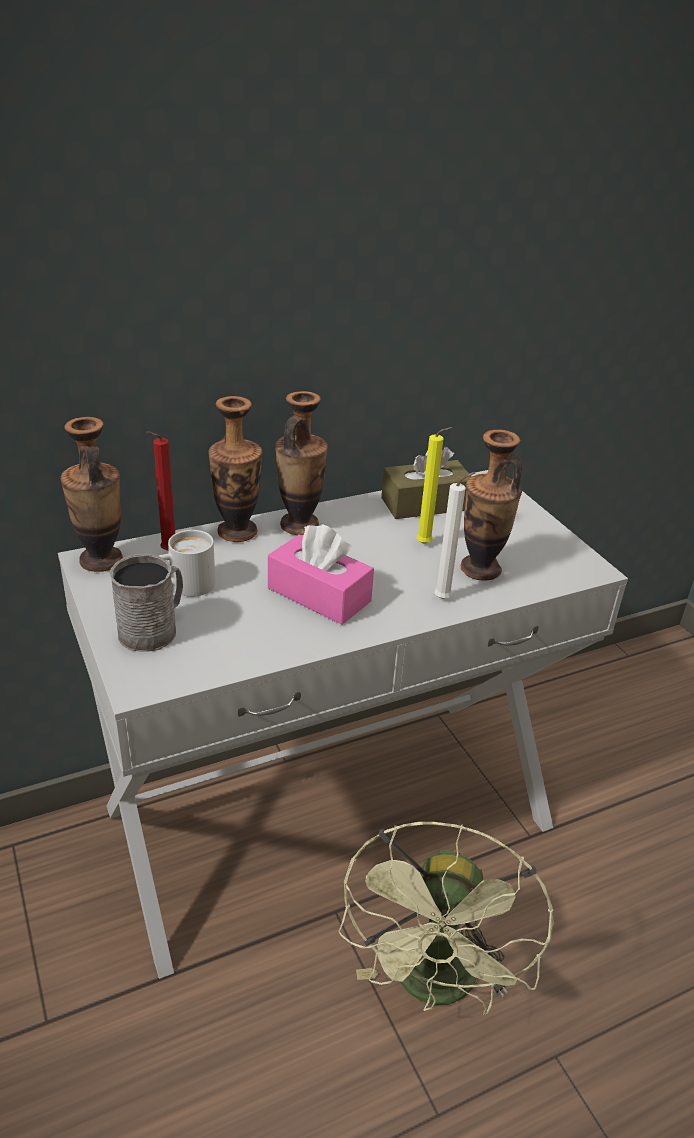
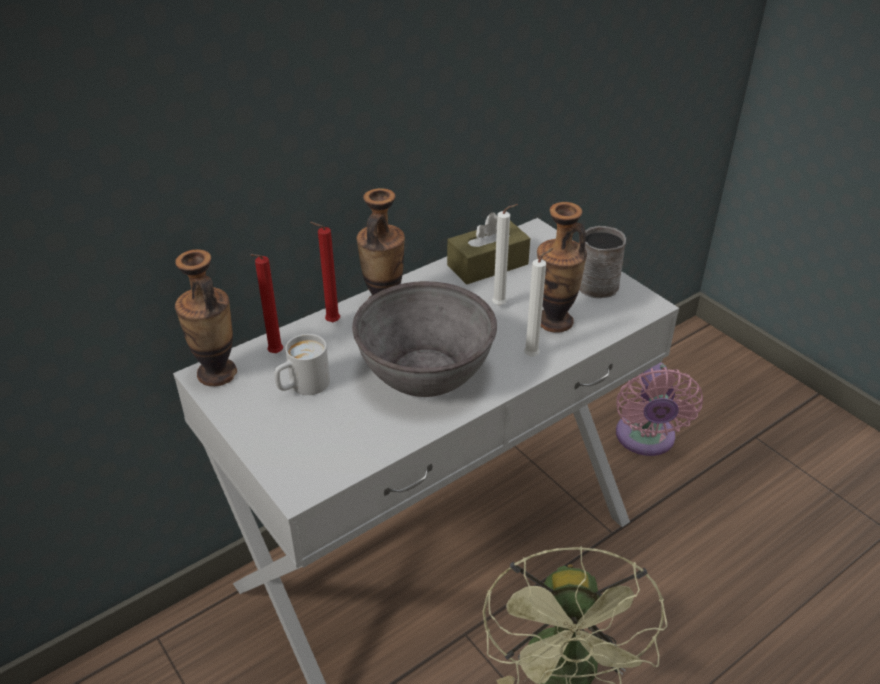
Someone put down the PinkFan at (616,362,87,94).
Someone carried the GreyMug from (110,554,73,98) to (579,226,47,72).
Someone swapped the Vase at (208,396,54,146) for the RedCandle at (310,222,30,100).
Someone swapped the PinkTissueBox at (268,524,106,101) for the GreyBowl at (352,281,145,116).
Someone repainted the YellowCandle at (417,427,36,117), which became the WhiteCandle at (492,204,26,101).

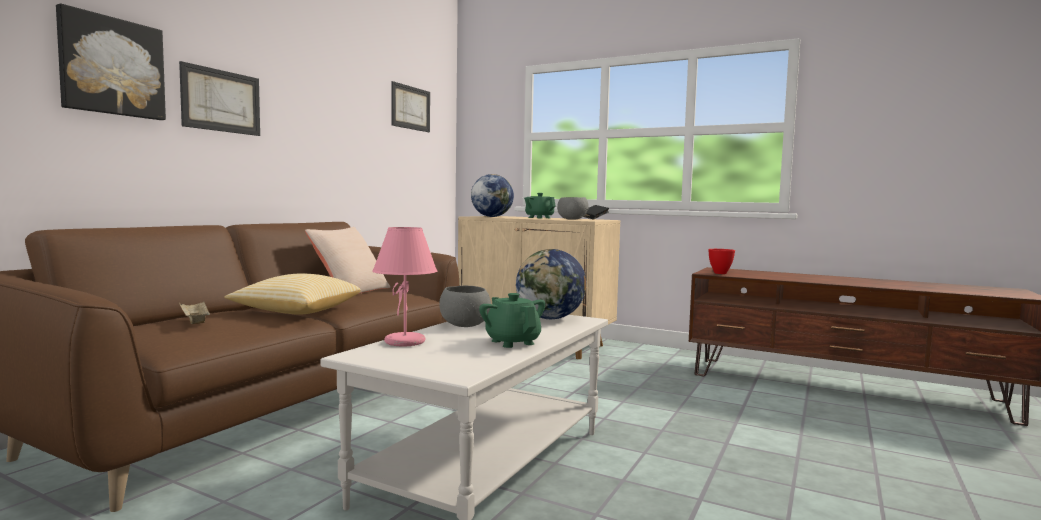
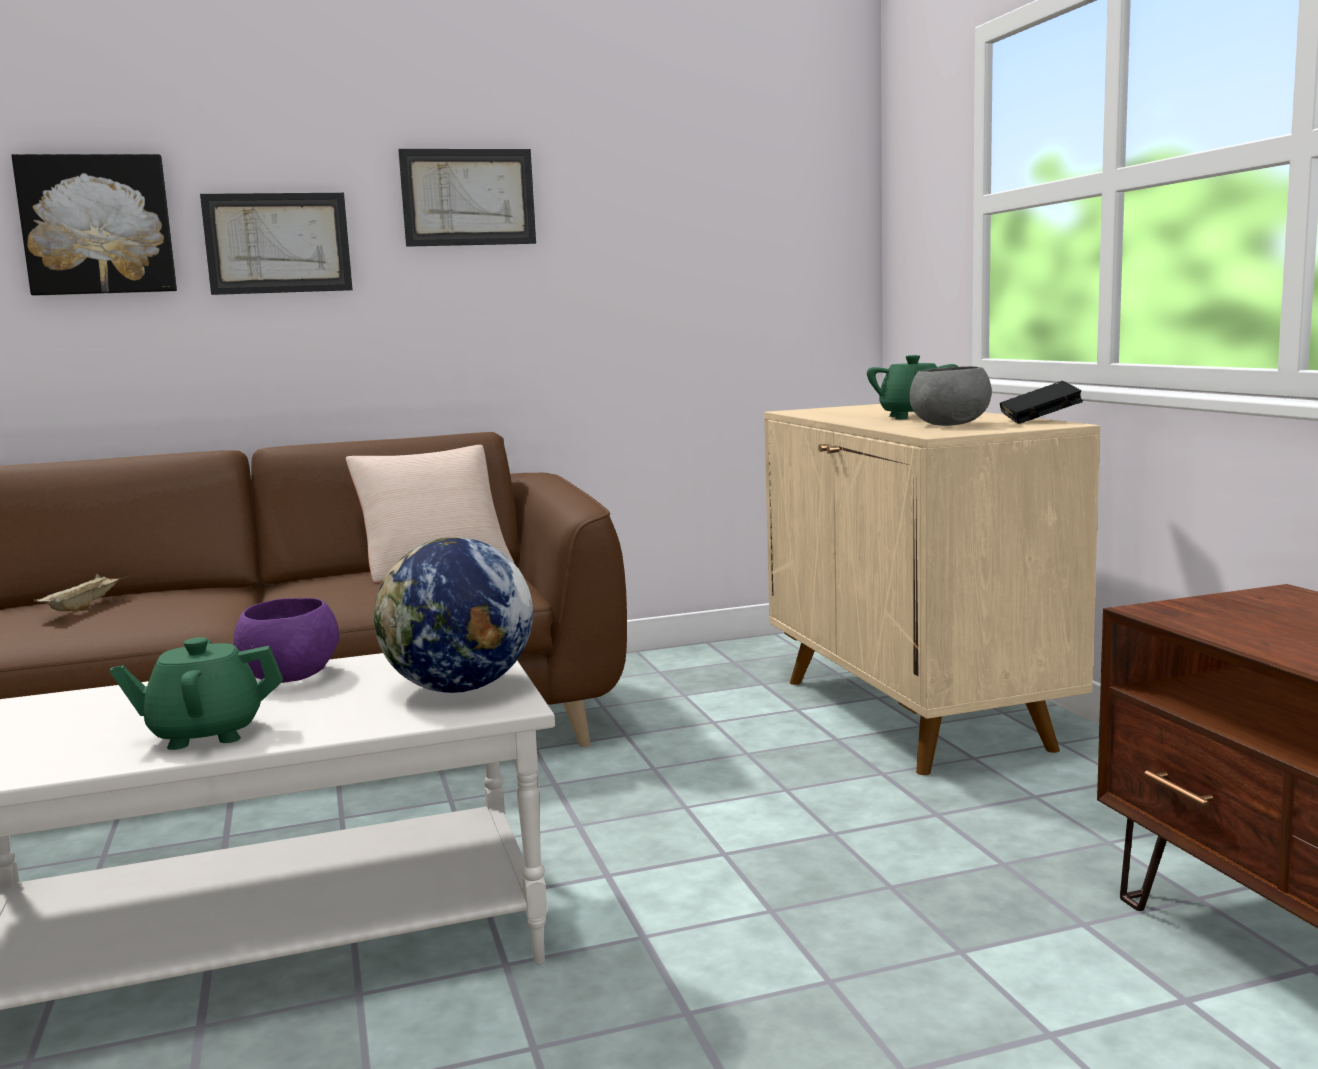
Someone took away the Pillow at (224,274,137,41).
Someone took away the PinkTableLamp at (372,227,65,119).
Someone took away the Globe at (471,174,43,43).
Someone took away the RedBowl at (708,249,27,25).
Someone carried the Picture from (391,81,39,51) to (398,149,138,98).
Someone repainted the GreyBowl at (439,286,52,41), which became the PurpleBowl at (233,598,106,85).
Someone rotated the GreenTeapot at (479,293,67,55) by 120 degrees counterclockwise.

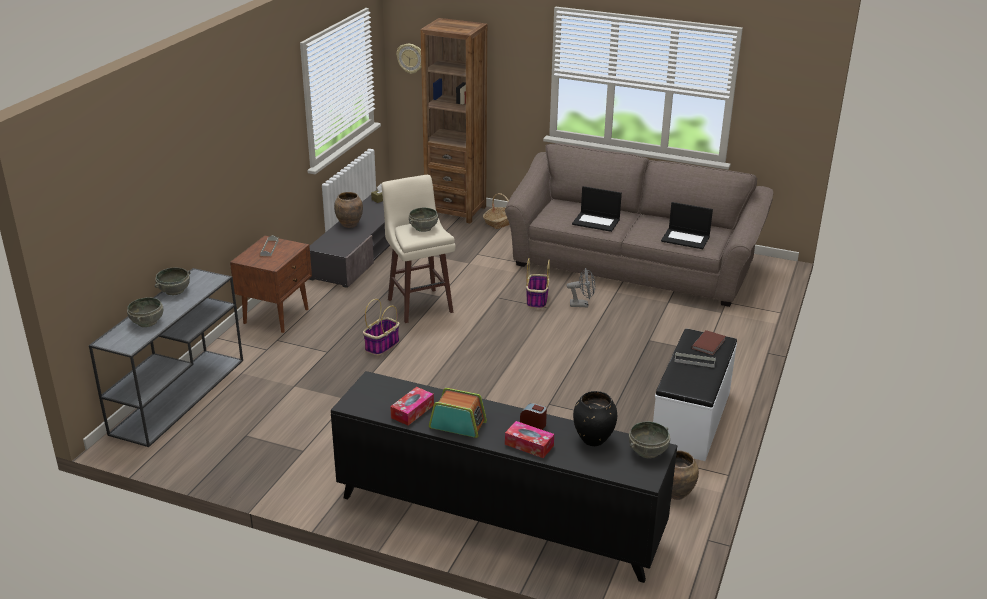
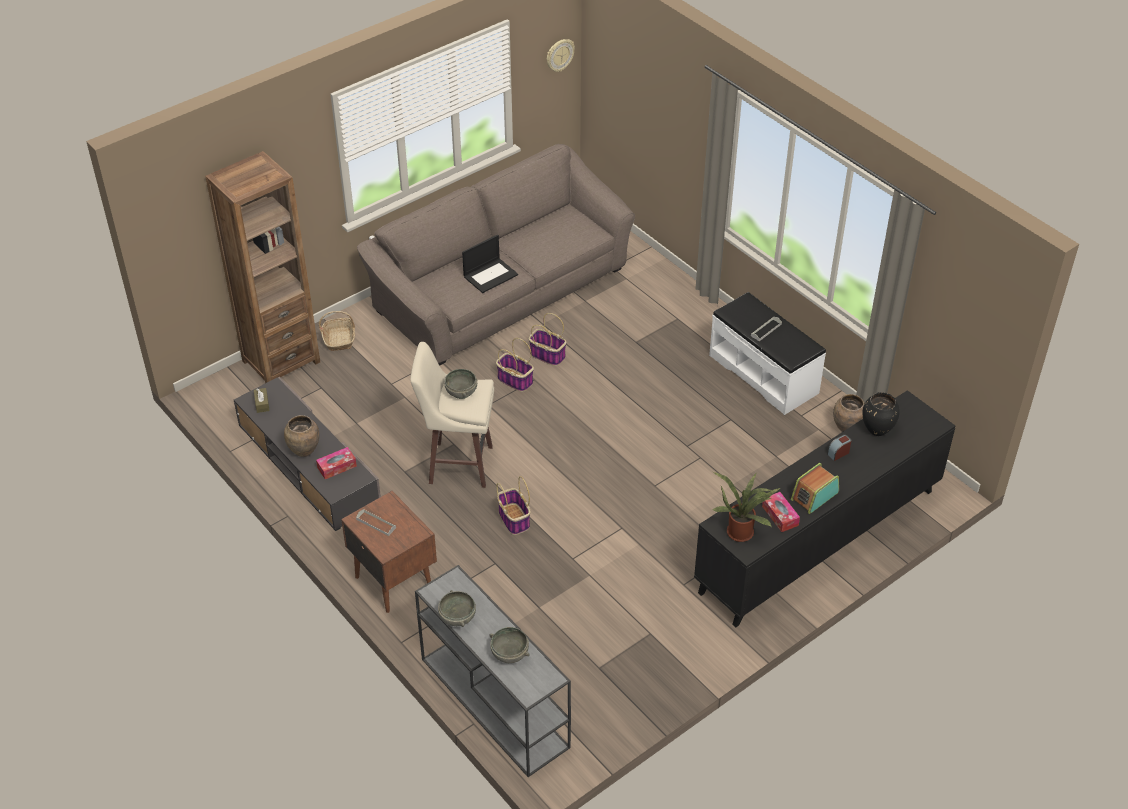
Someone took away the GreyBowl at (629,422,41,36).
Someone took away the Laptop at (661,202,52,47).
Someone took away the BrownBook at (692,330,34,25).
Someone put down the PottedPlant at (713,472,67,70).
Someone carried the WallClock from (396,44,25,30) to (547,39,28,33).
Someone carried the TissueBox from (505,421,49,37) to (316,447,41,32).
Someone swapped the GreyFan at (567,268,28,39) for the Basket at (529,313,38,53).

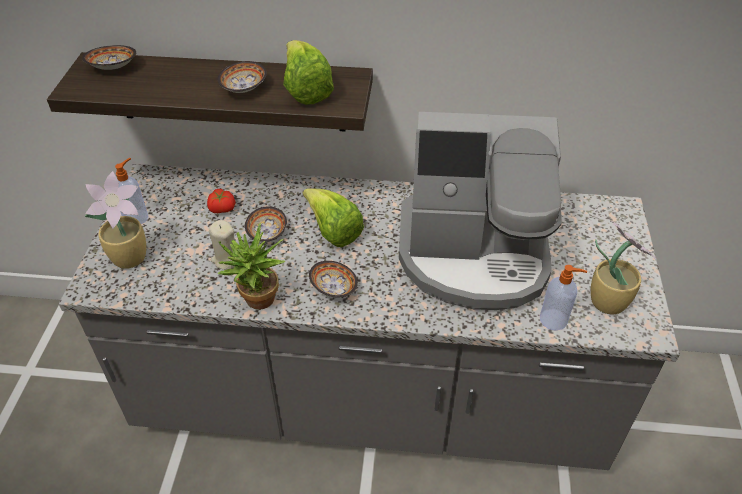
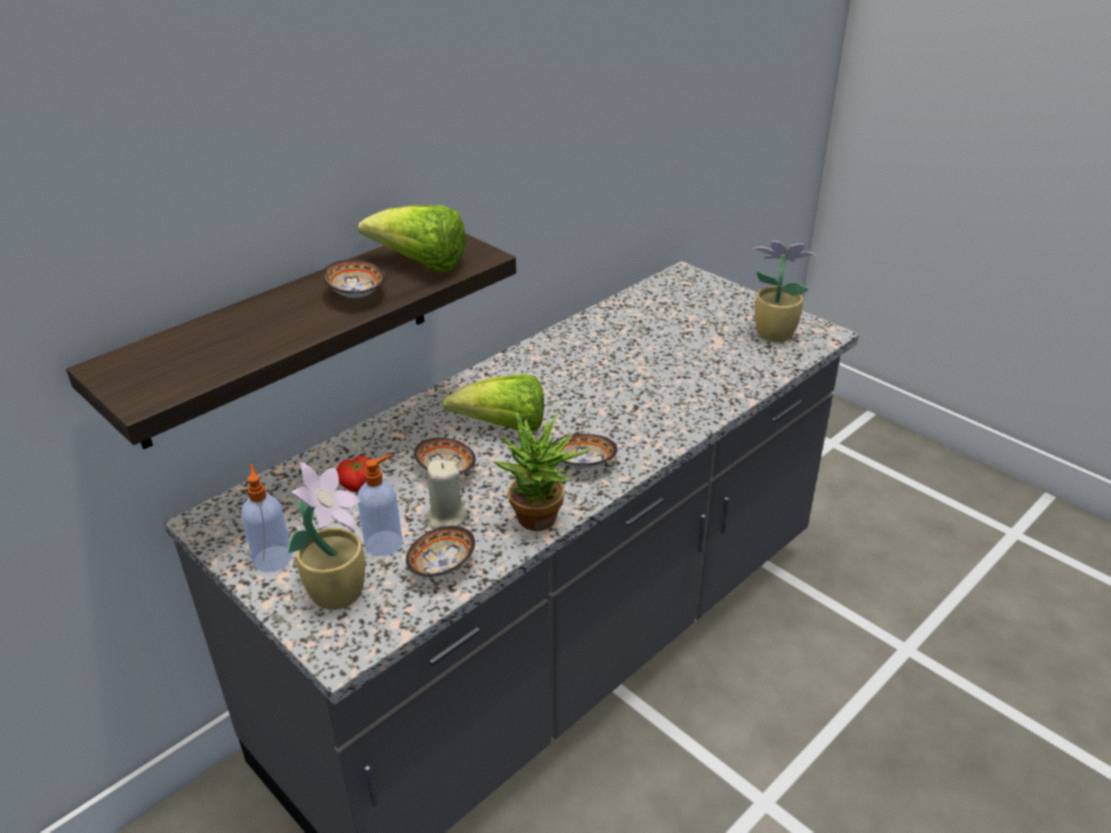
Someone took away the CoffeeMachine at (399,112,163,198).
Someone carried the Bowl from (82,45,55,25) to (406,526,69,51).
Someone carried the SoapDispenser from (540,265,47,66) to (358,454,45,102).

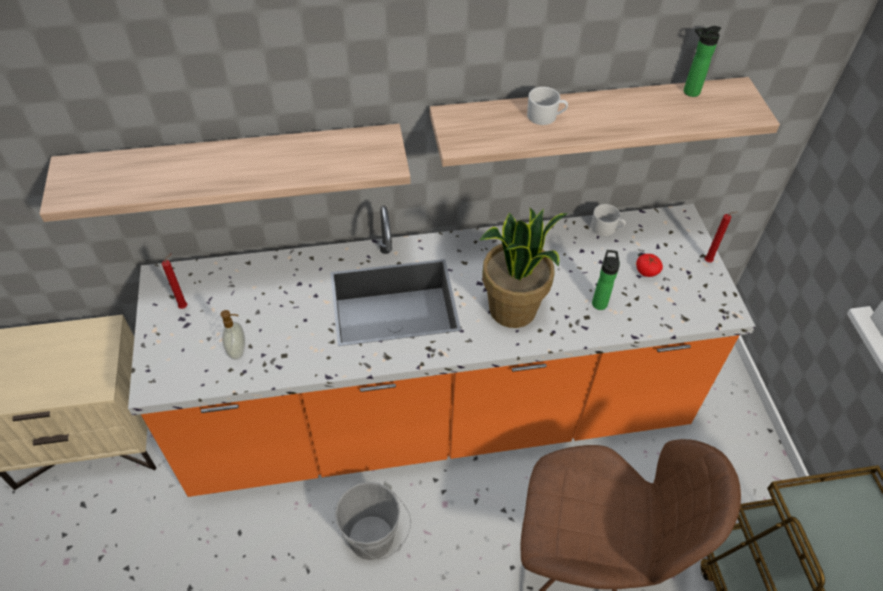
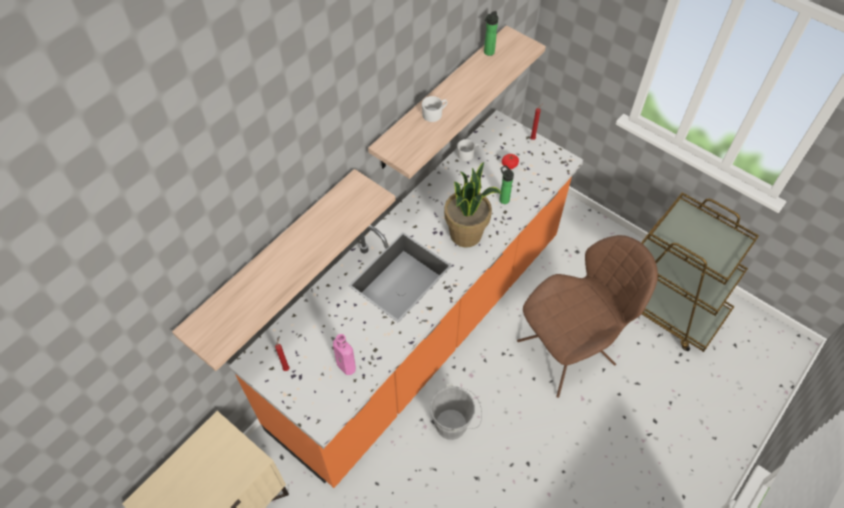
Someone swapped the SoapDispenser at (220,310,25,50) for the PinkBottle at (333,334,23,41).

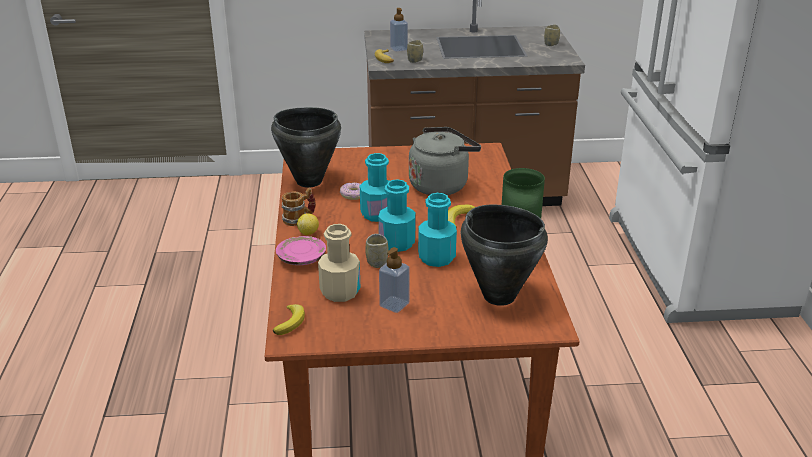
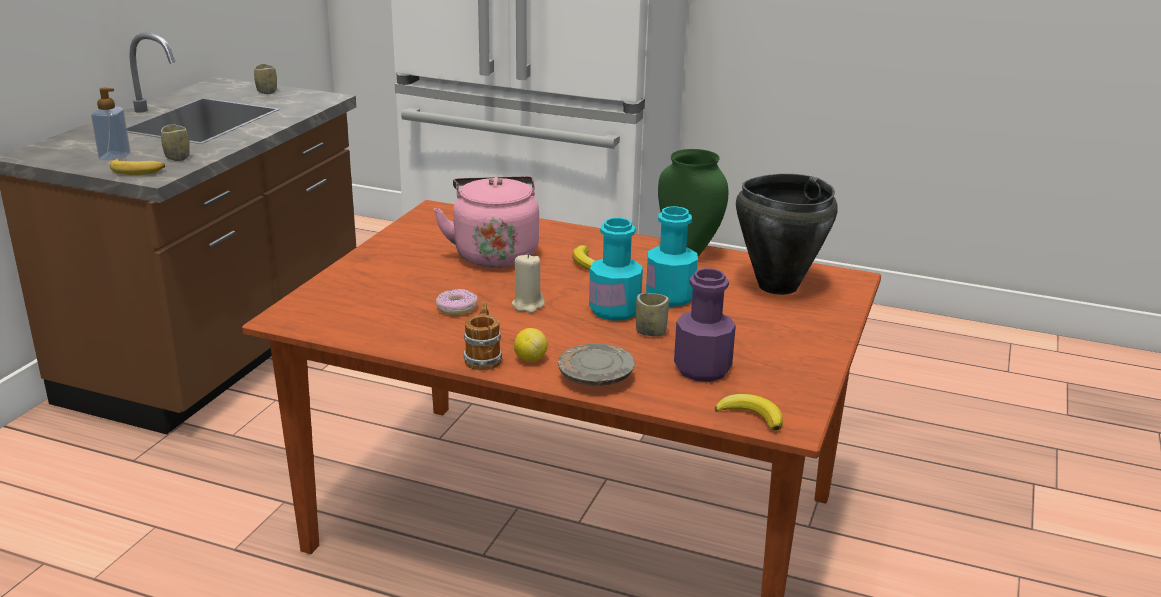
Someone took away the BlackCookingPot at (271,107,70,80).
Someone took away the SoapDispenser at (379,247,30,66).
Someone swapped the TurquoiseBottle at (360,153,29,69) for the BeigeCandle at (512,253,33,60).
Someone repainted the PinkPlate at (276,236,50,29), which became the GreyPlate at (558,344,77,43).
Someone repainted the BeigeBottle at (318,224,42,78), which became the PurpleBottle at (674,268,62,114).
Someone repainted the GreyKettle at (409,127,72,68), which became the PinkKettle at (434,176,105,91).

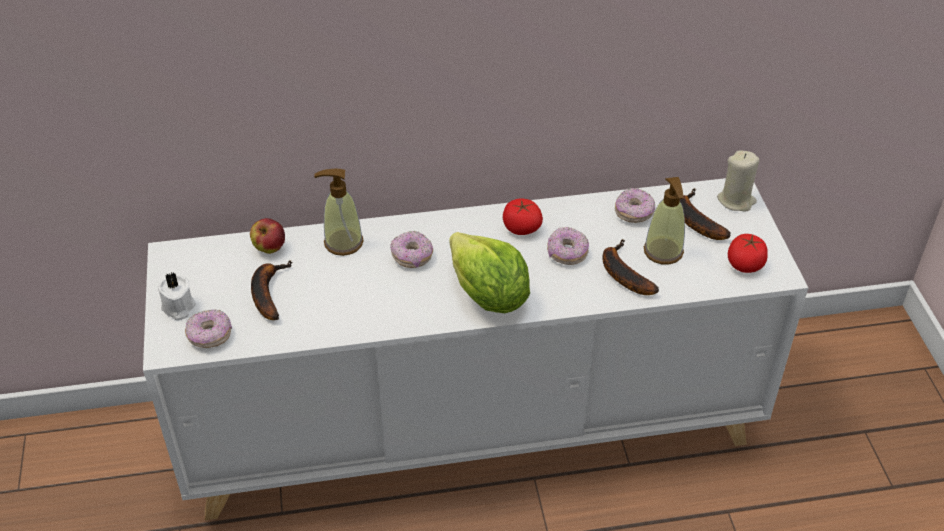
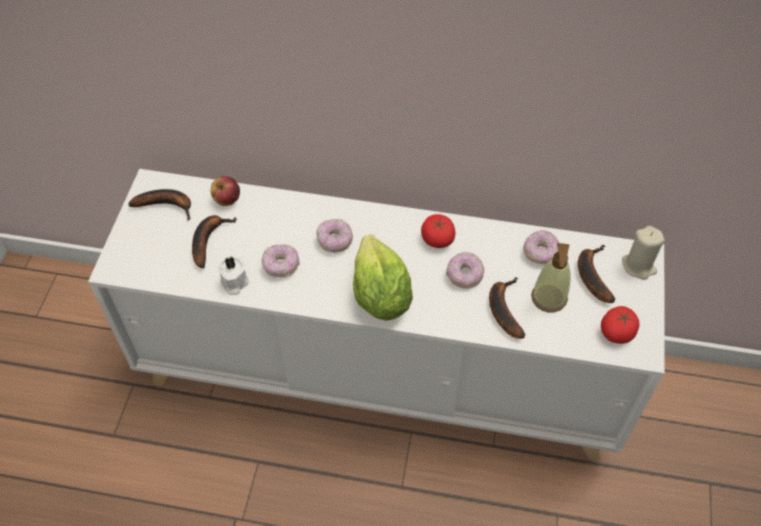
Someone took away the SoapDispenser at (314,169,50,87).
Someone put down the Banana at (128,189,63,31).
Someone carried the WhiteCandle from (158,272,38,48) to (219,256,30,39).
Someone carried the Donut from (185,309,47,39) to (261,244,39,33).

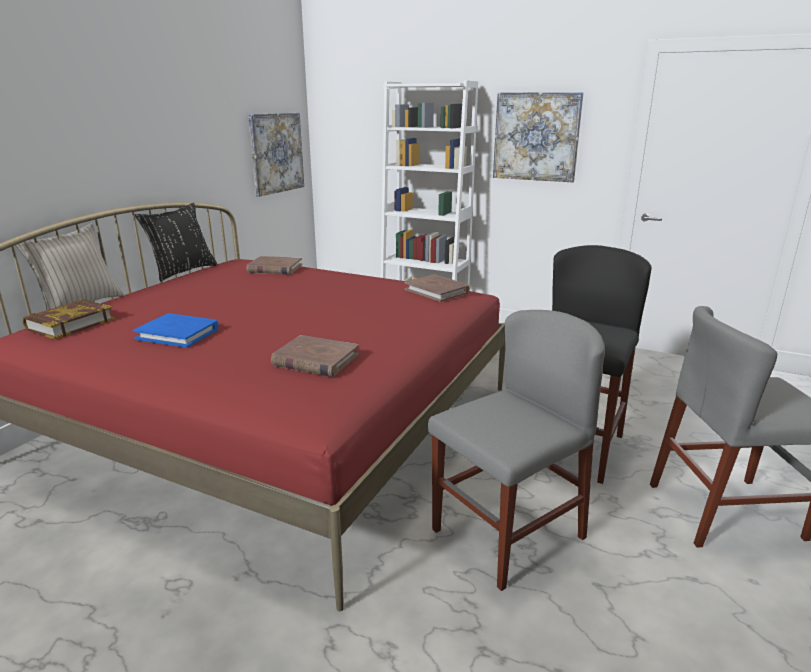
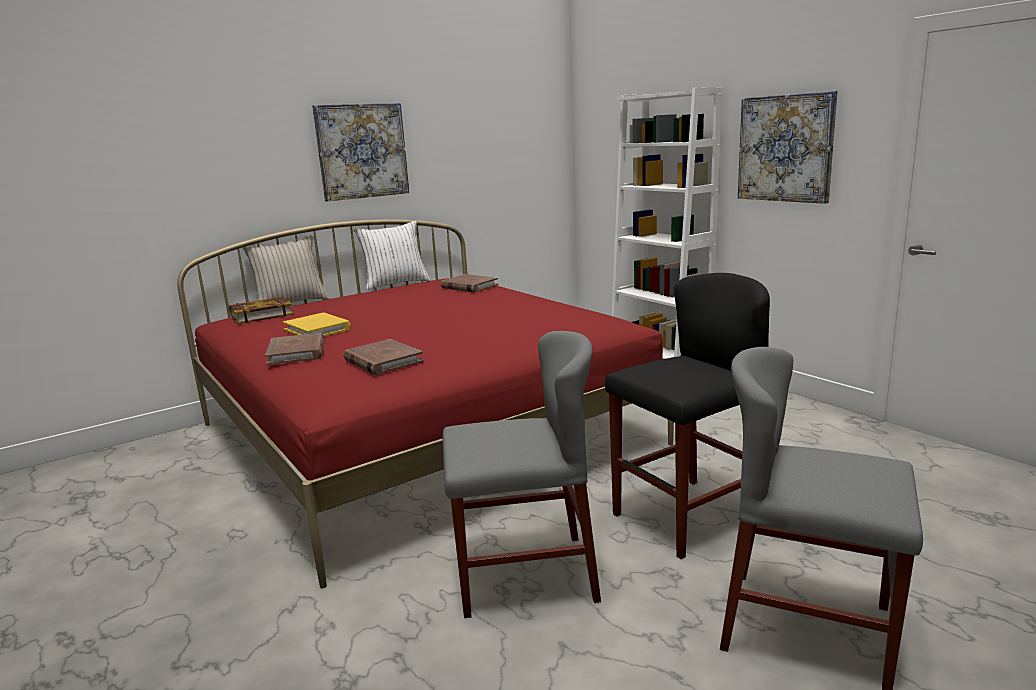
Someone carried the Picture from (248,113,56,84) to (312,103,97,99).
Someone carried the BrownBook from (405,274,65,28) to (265,333,59,32).
Someone repainted the BlueBook at (133,313,86,35), which became the YellowBook at (283,313,68,23).
Someone repainted the BlackPillow at (135,203,83,78), which became the WhitePillow at (354,221,76,69).

